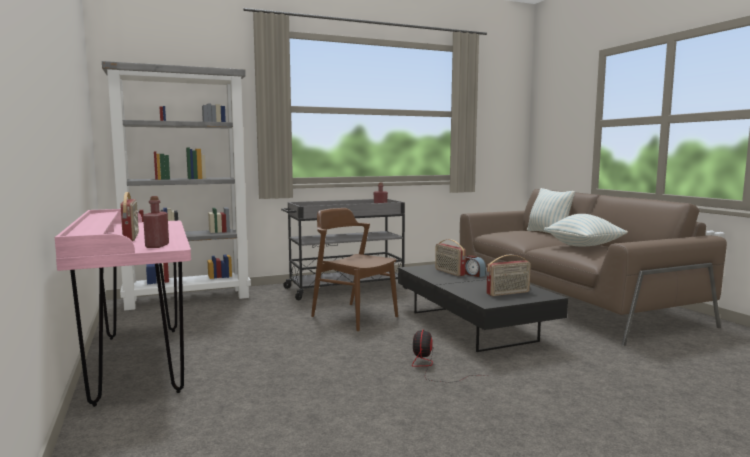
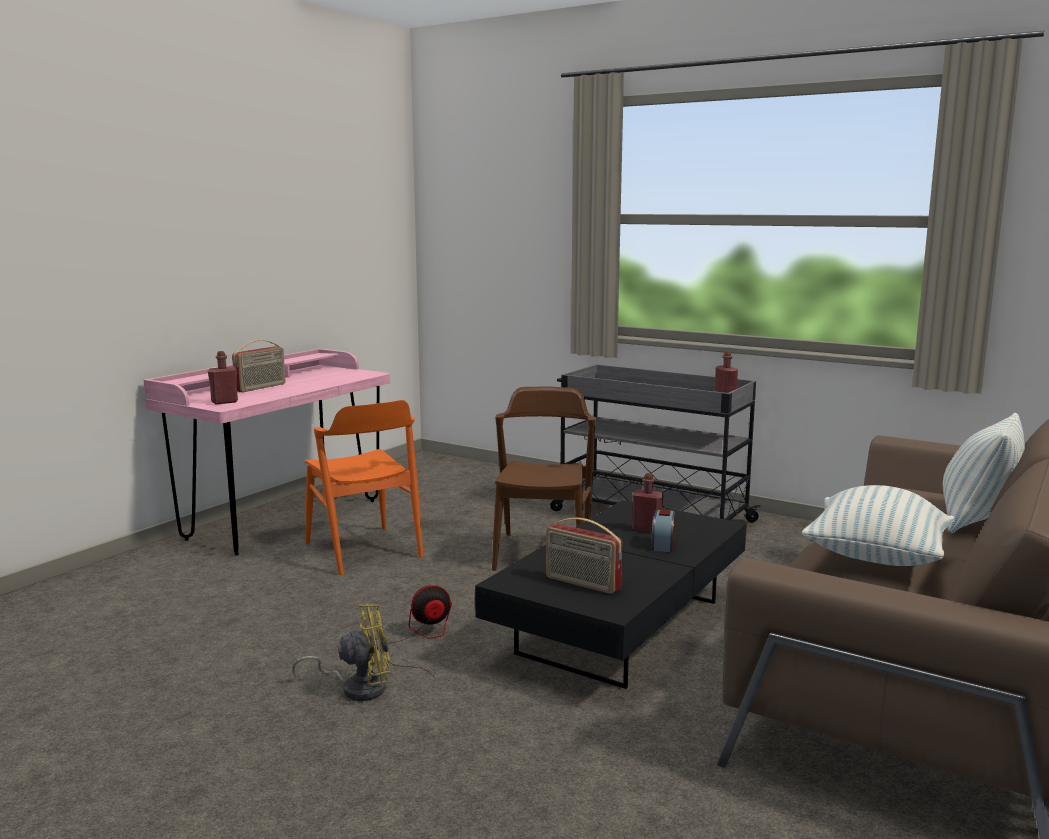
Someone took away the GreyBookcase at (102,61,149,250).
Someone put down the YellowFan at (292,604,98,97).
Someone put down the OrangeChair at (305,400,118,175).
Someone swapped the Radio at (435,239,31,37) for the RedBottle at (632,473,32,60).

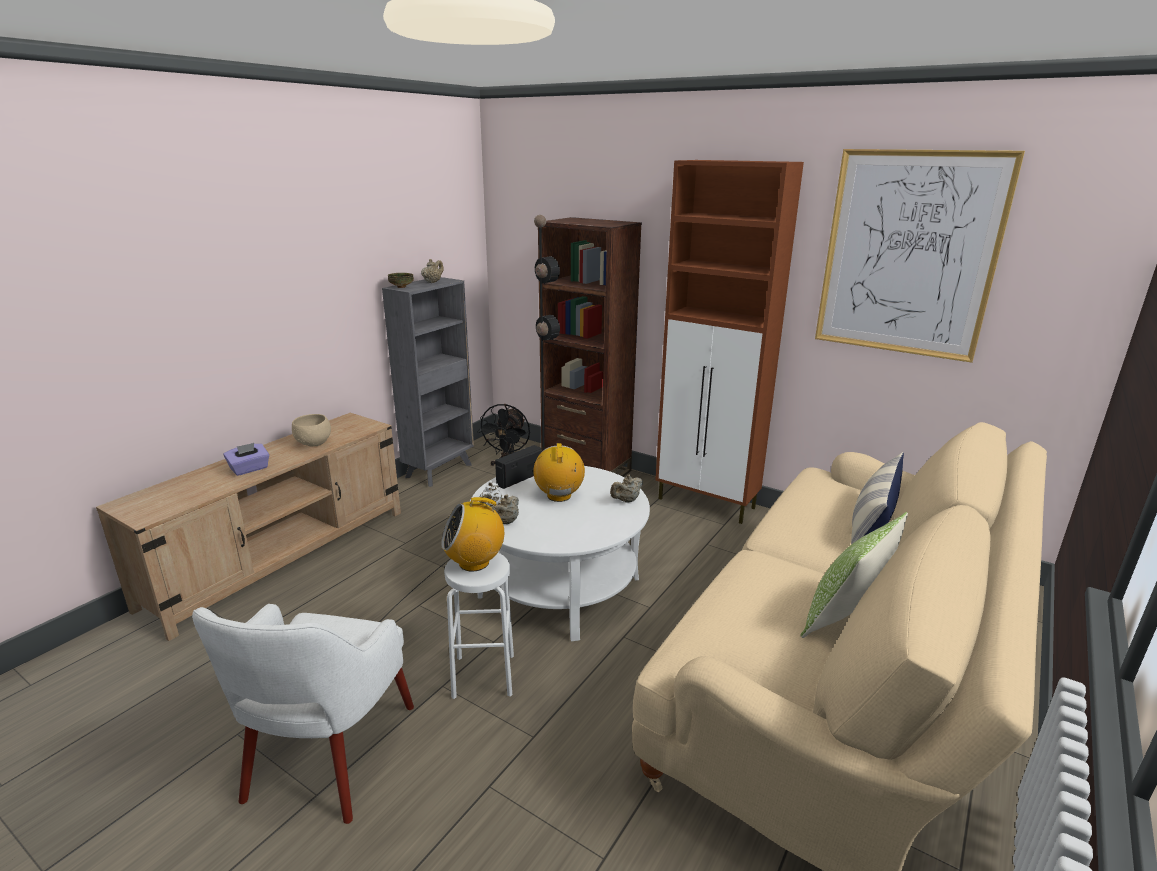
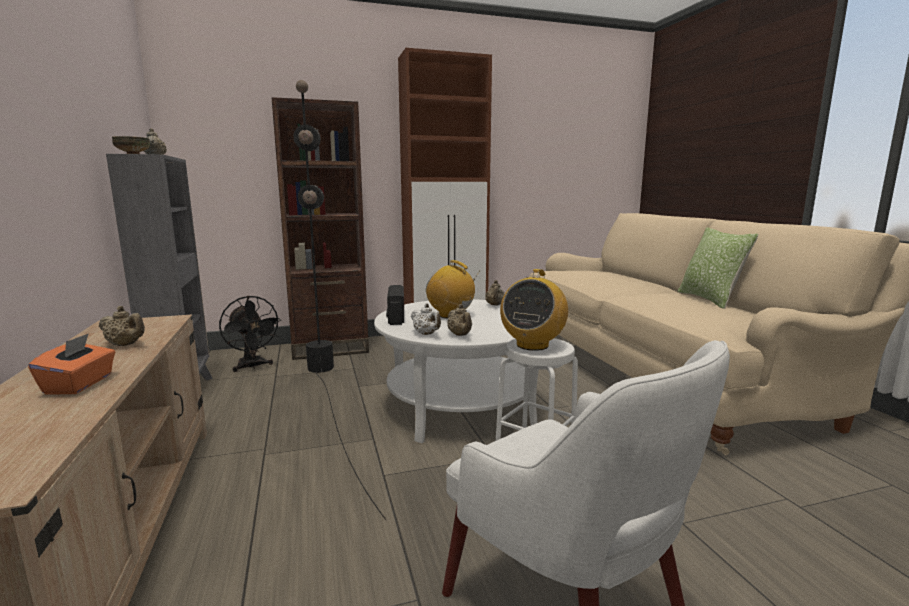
Someone took away the Picture at (815,149,210,214).
Someone took away the Pillow at (851,452,53,92).
Someone swapped the BeigeBowl at (292,414,39,32) for the BeigeTeapot at (99,306,46,40).
Someone repainted the PurpleTissueBox at (223,443,46,33), which became the OrangeTissueBox at (28,333,87,62).

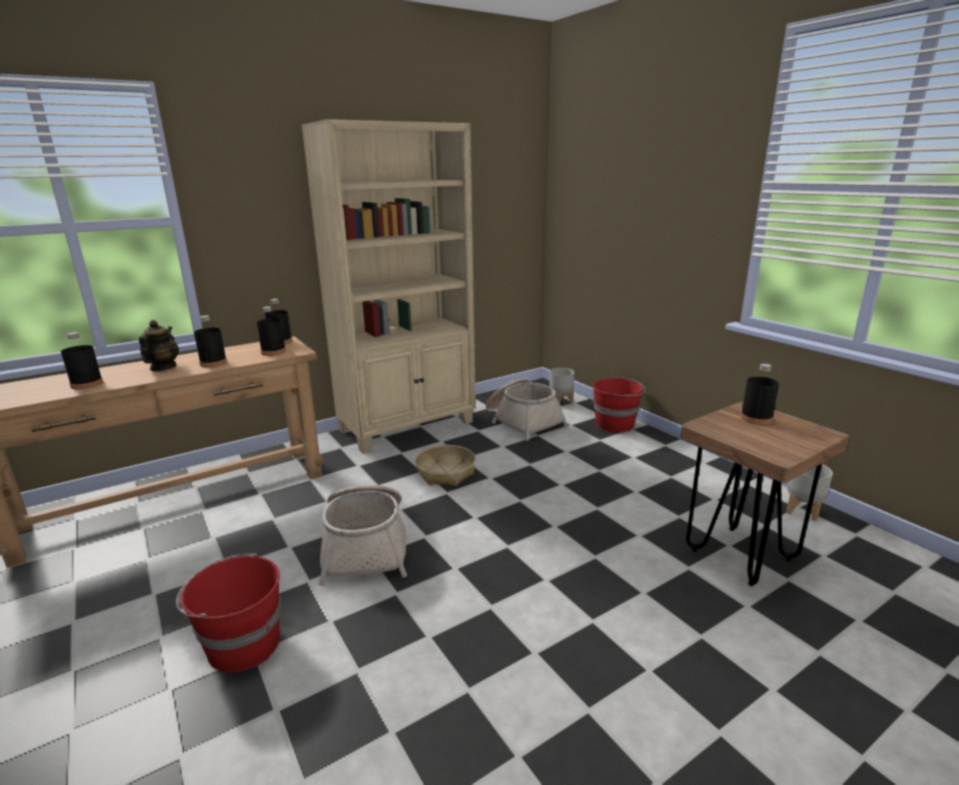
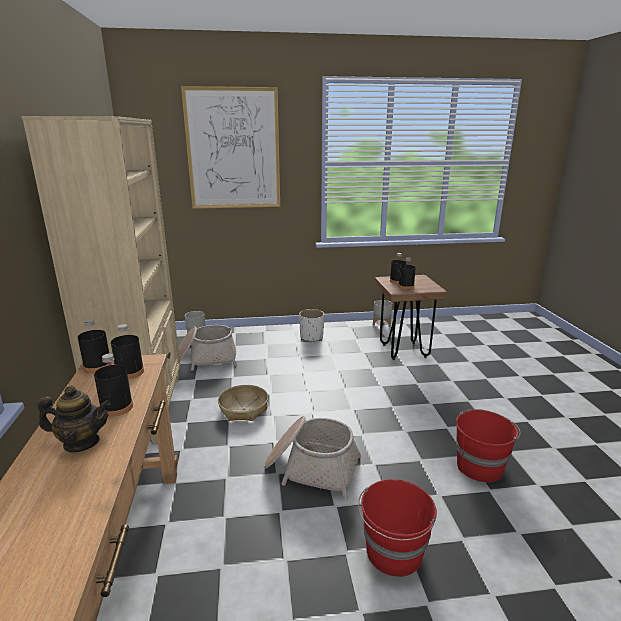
Someone put up the Picture at (181,86,99,123).
Someone put down the WhitePlanter at (299,309,25,33).
Someone carried the BlackBottle from (61,332,42,58) to (398,257,18,33).
Someone carried the RedBucket from (593,377,53,55) to (456,409,65,73).
Someone rotated the Teapot at (139,320,40,51) by 150 degrees clockwise.

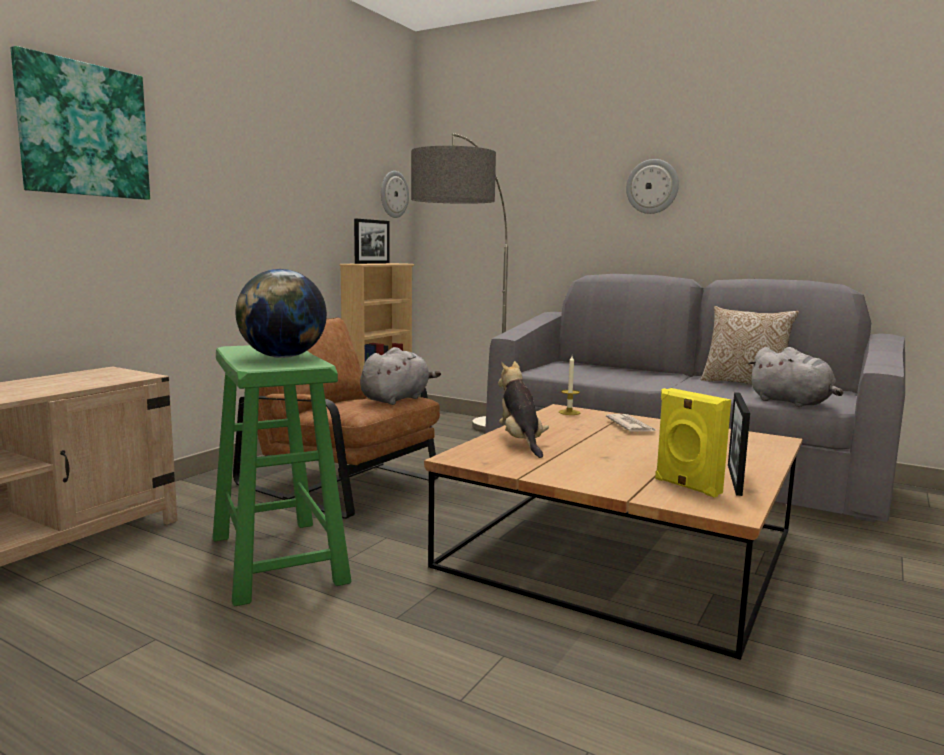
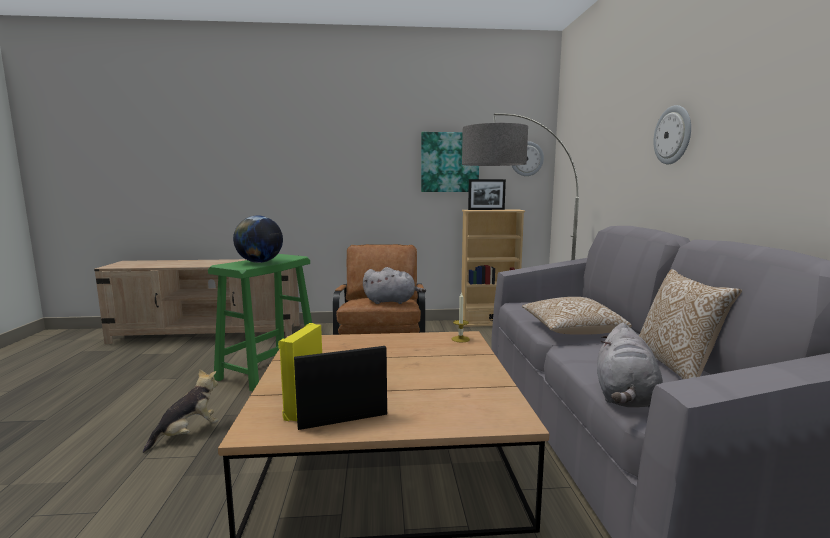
Someone took away the Newspaper at (606,414,51,18).
Someone put down the Pillow at (522,297,110,38).
Someone carried the Picture from (11,46,139,154) to (421,132,58,60).
Someone carried the PlushToy from (498,361,51,97) to (143,369,76,84).

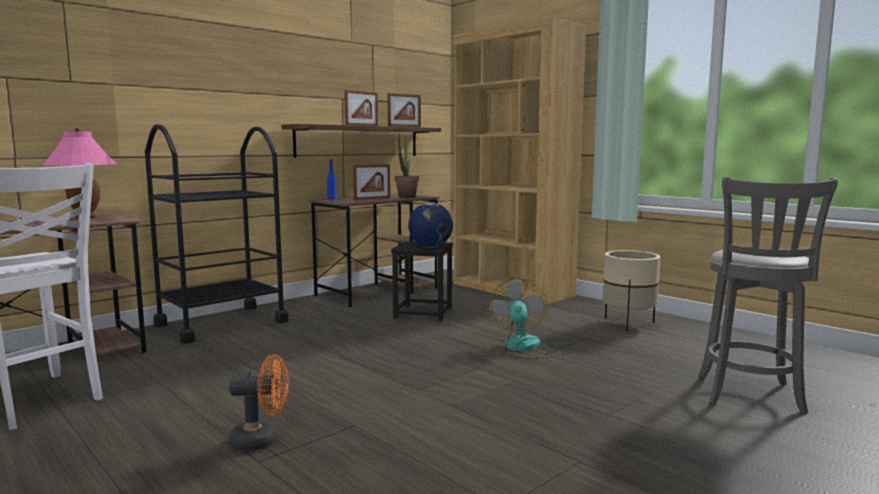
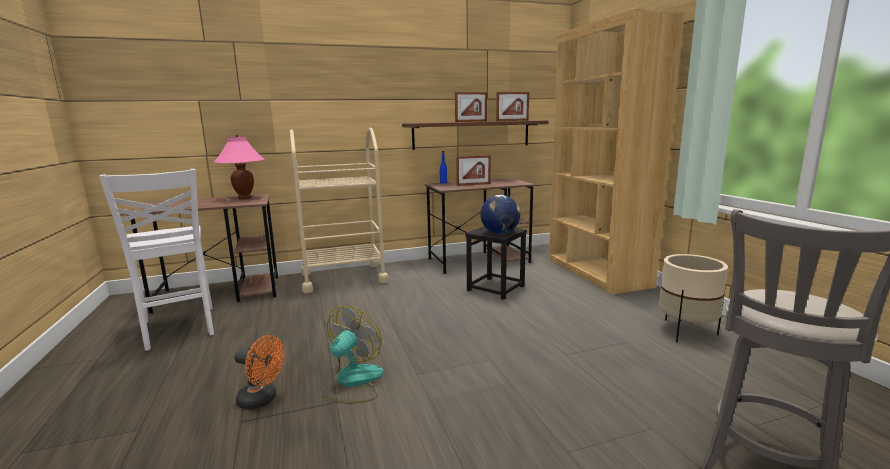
Someone took away the PottedPlant at (395,134,24,64).
Someone carried the Fan from (488,279,72,80) to (321,306,63,97).
Someone repainted the BlackCart at (145,124,143,220), which became the BeigeCart at (290,128,98,165).

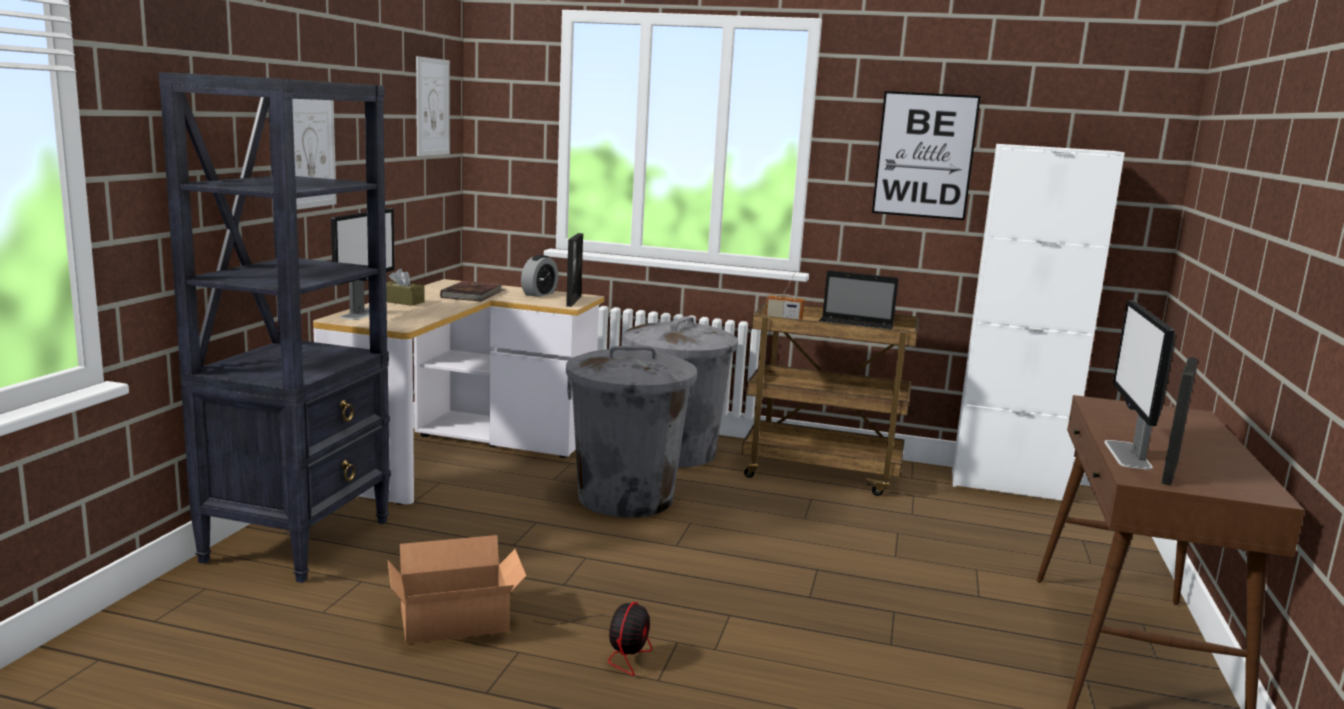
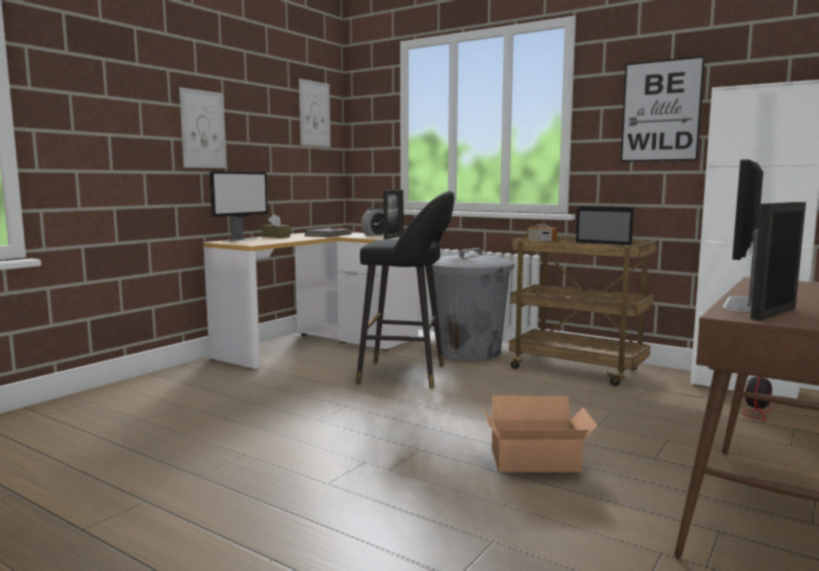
Someone took away the BlackBookcase at (159,72,232,511).
Someone carried the CardboardBox from (387,535,139,109) to (483,396,115,76).
Someone carried the Fan from (534,602,118,74) to (681,377,91,44).
Someone swapped the GreyTrashCan at (566,346,131,172) for the BlackStool at (356,191,98,198).

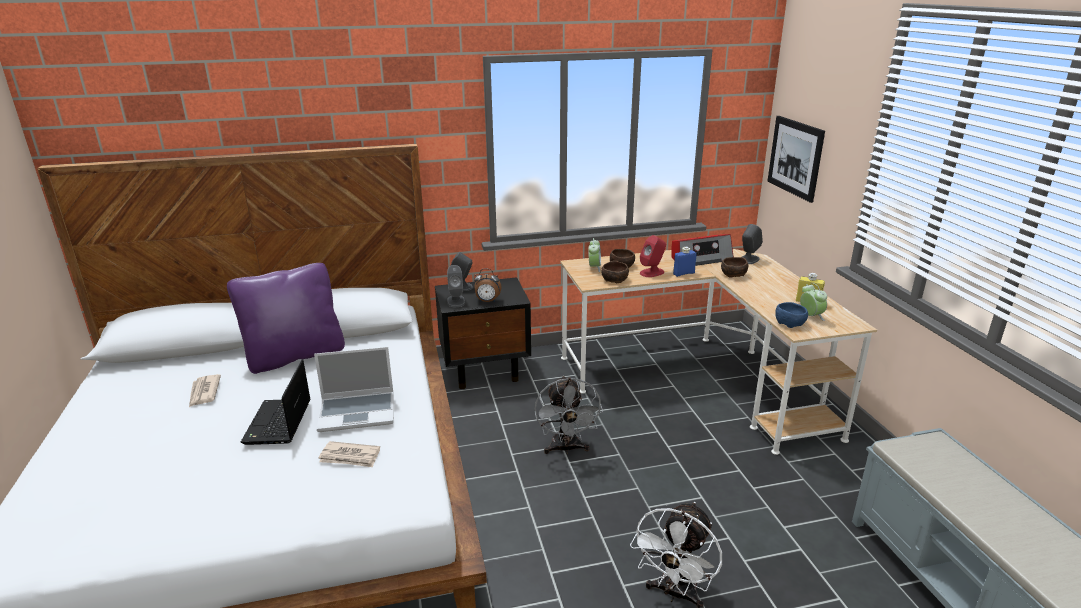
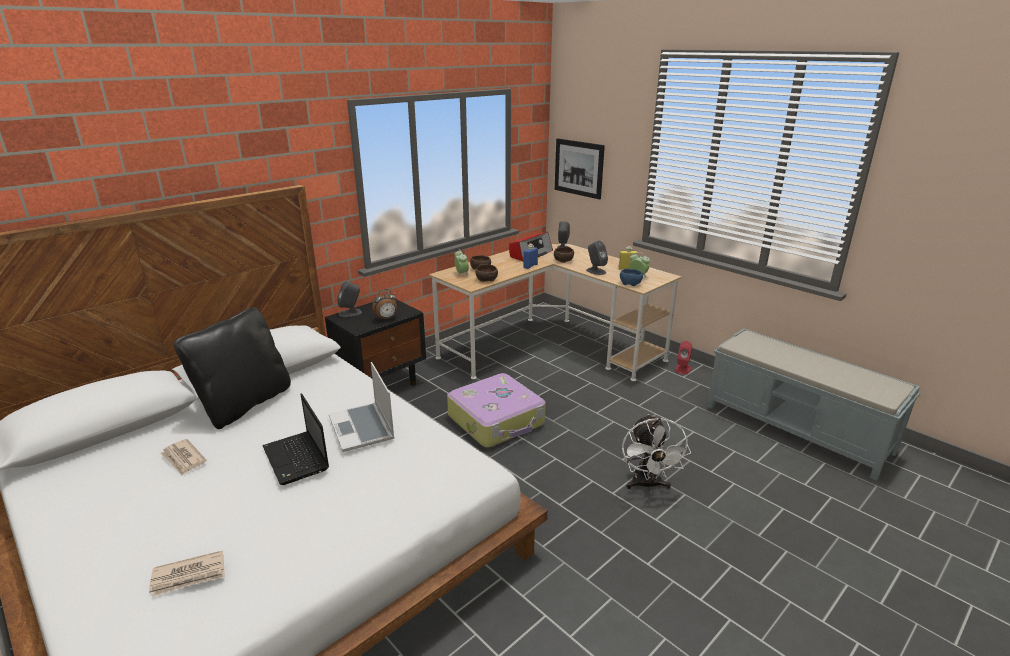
Someone carried the Newspaper from (319,441,61,26) to (149,551,76,45).
Someone carried the GreySpeaker from (447,265,18,42) to (586,240,22,35).
Someone carried the RedSpeaker from (640,235,26,42) to (675,341,17,33).
Someone swapped the GreyFan at (534,376,69,79) for the Suitcase at (447,373,99,74).
Someone repainted the PurplePillow at (227,263,118,111), which became the BlackPillow at (174,307,117,122).
Someone rotated the Laptop at (314,347,80,85) by 105 degrees clockwise.

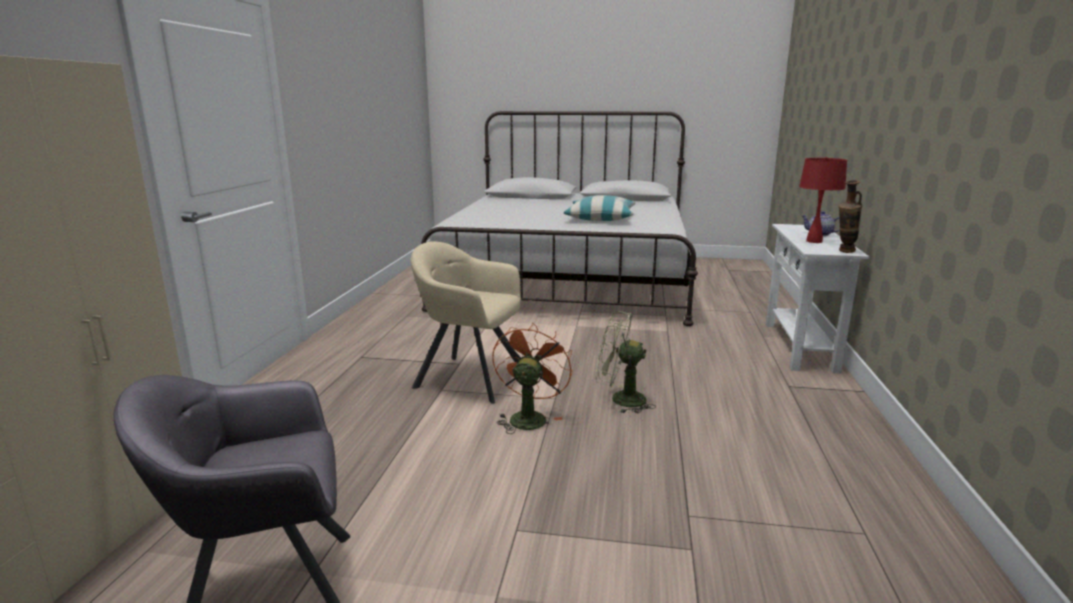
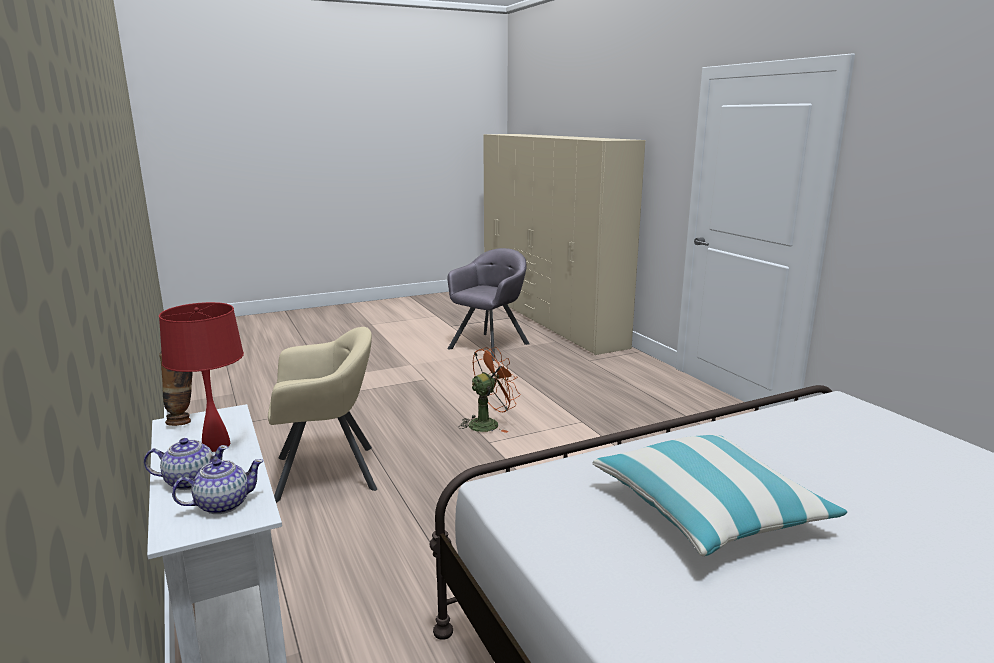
Someone took away the GreenFan at (596,311,60,102).
Someone put down the Teapot at (172,459,92,55).
Someone carried the BeigeArmchair from (411,241,110,163) to (268,327,109,176).
Someone rotated the OrangeFan at (492,322,81,112) by 105 degrees counterclockwise.

